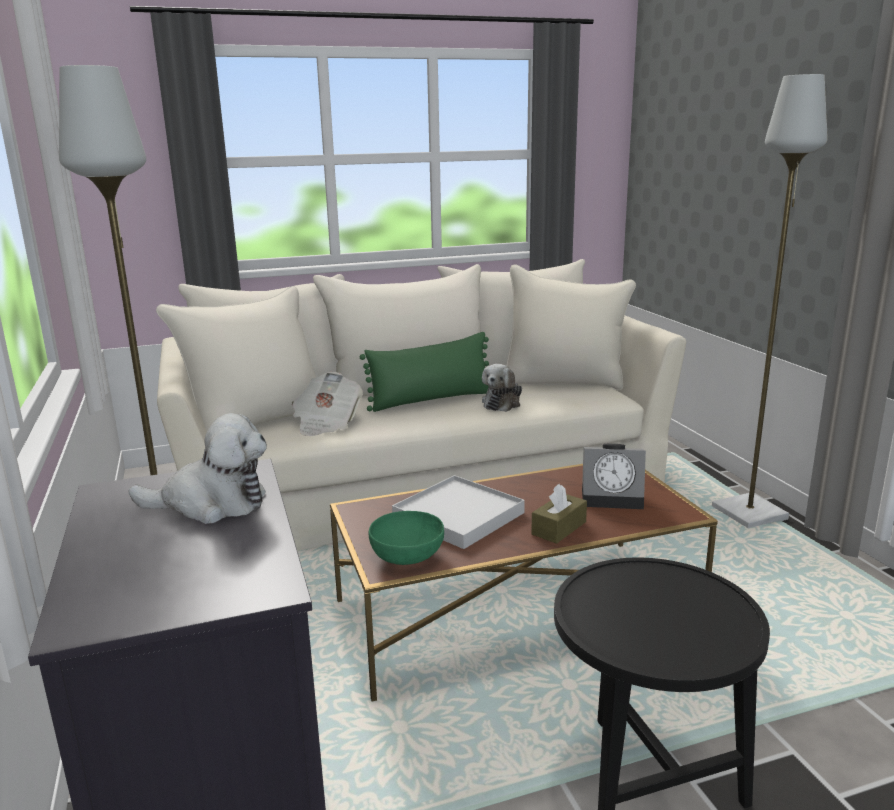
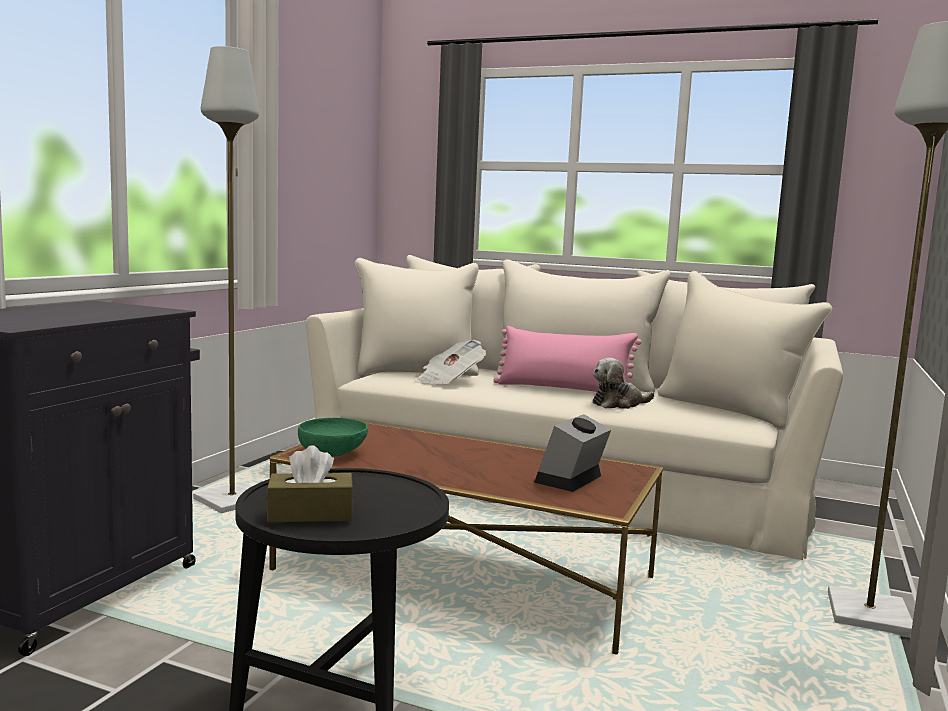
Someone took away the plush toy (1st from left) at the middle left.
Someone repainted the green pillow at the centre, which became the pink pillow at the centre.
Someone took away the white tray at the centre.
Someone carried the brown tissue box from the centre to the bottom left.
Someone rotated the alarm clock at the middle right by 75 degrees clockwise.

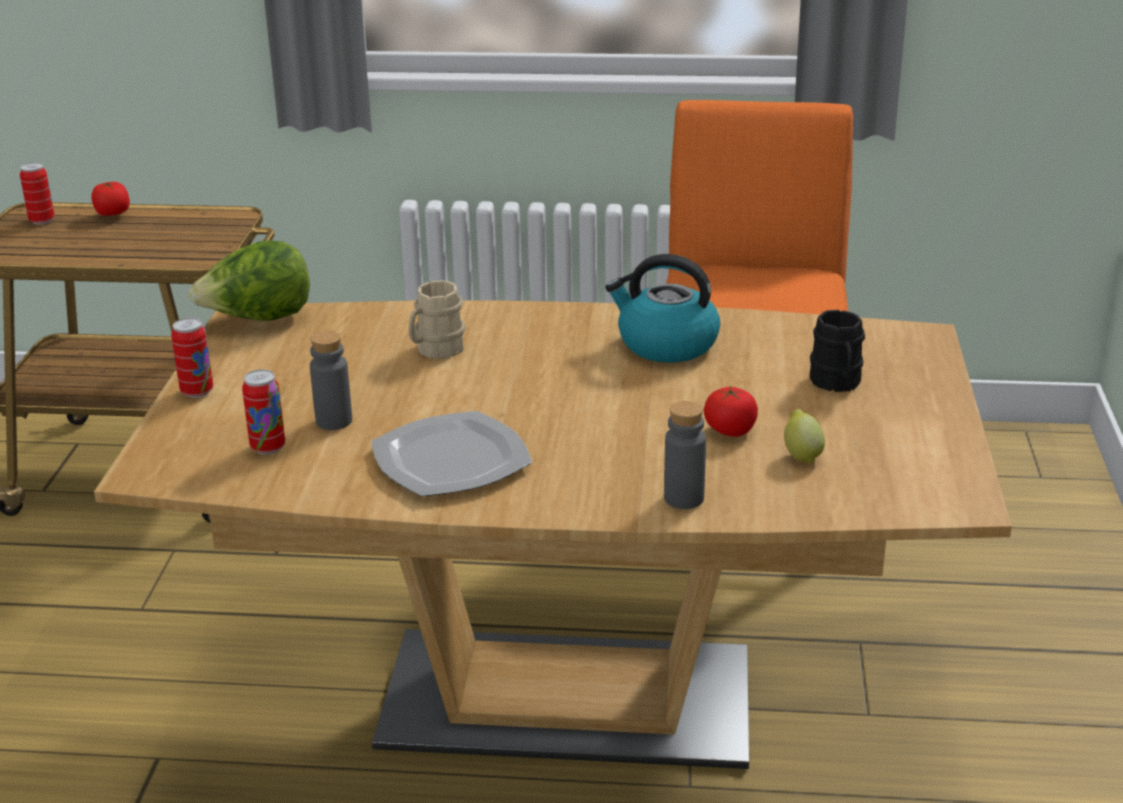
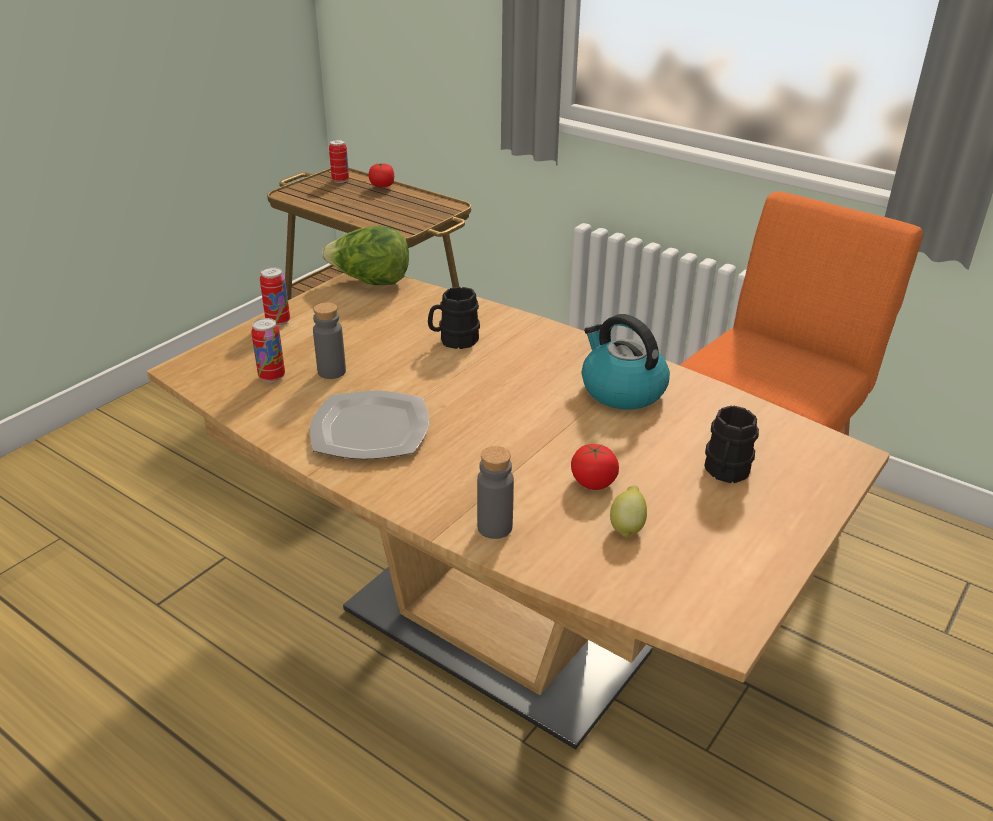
Someone repainted the beige mug at the centre, which became the black mug (1st from left) at the centre.

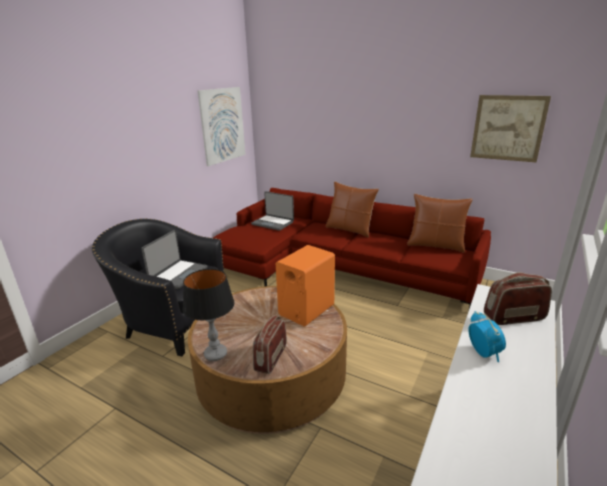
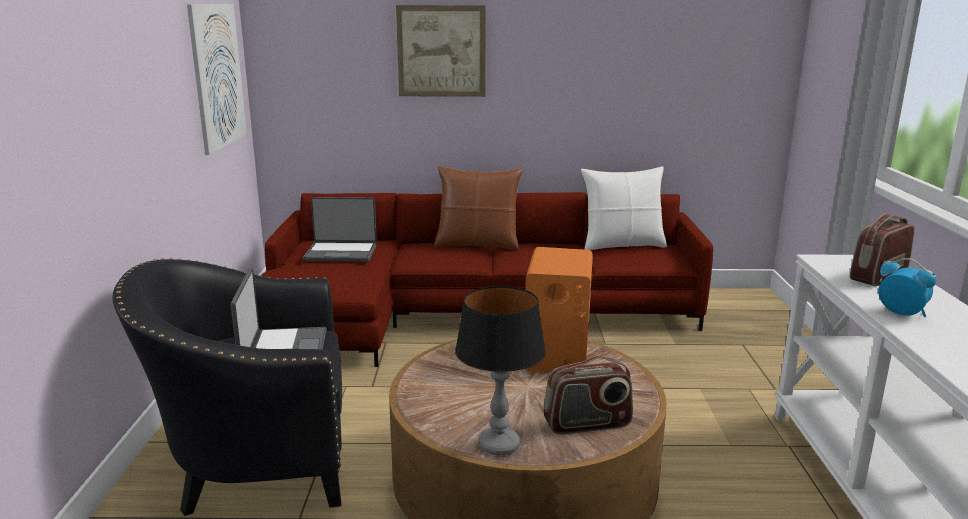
Someone rotated the radio (1st from left) at the bottom centre by 90 degrees counterclockwise.
Someone repainted the brown pillow (2nd from left) at the middle right, which became the white pillow at the centre.
Someone carried the picture (2nd from left) from the top right to the top centre.

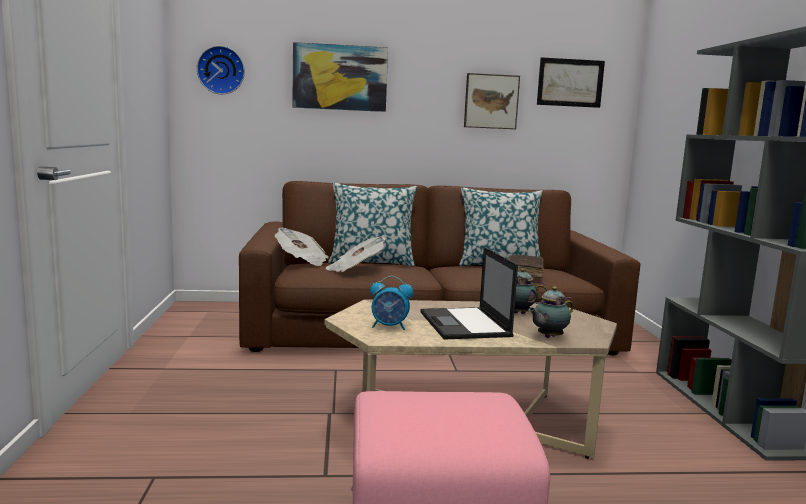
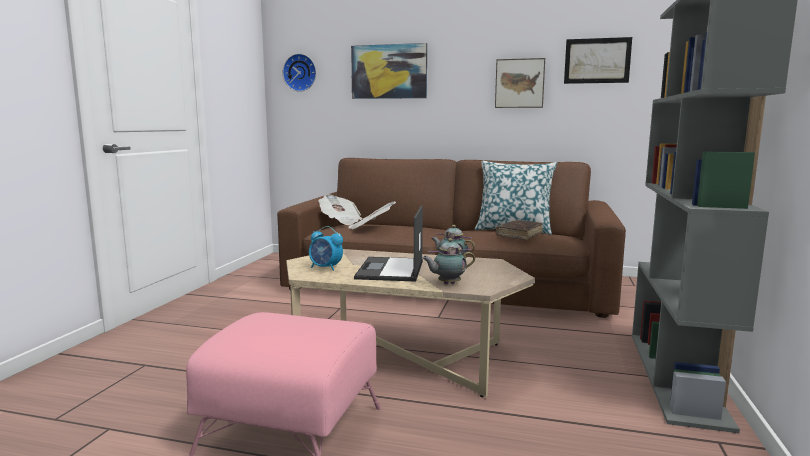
Someone took away the pillow (1st from left) at the centre.

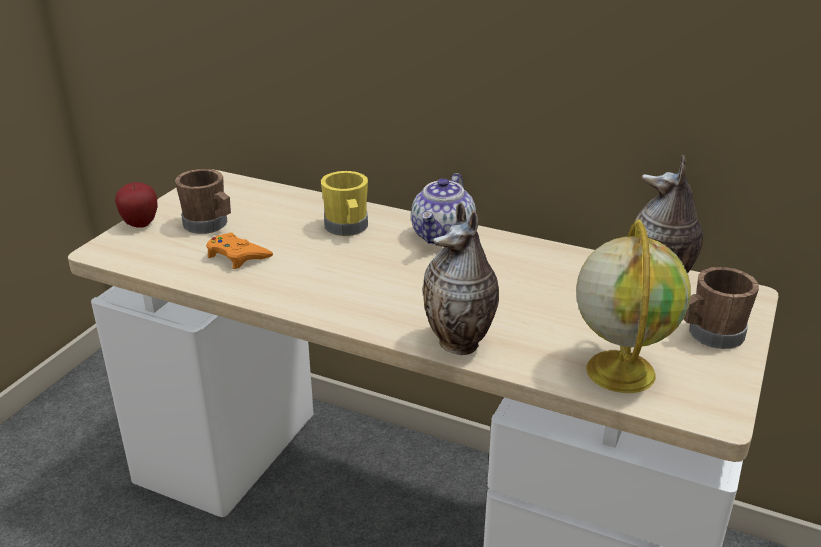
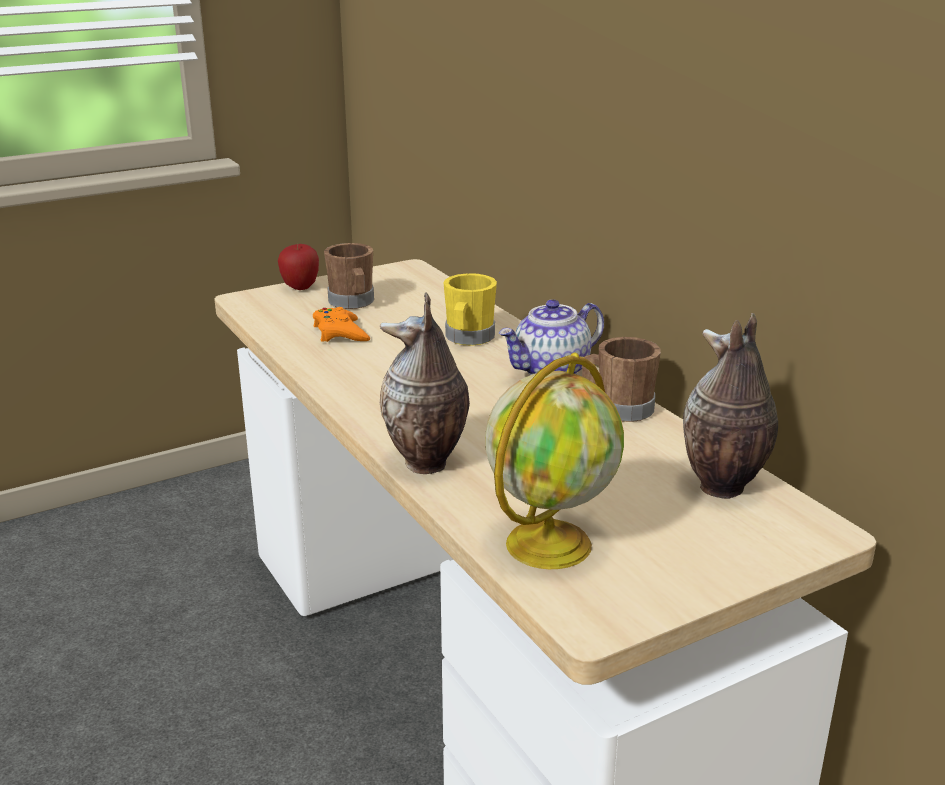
Someone carried the brown mug (2nd from left) from the middle right to the centre.

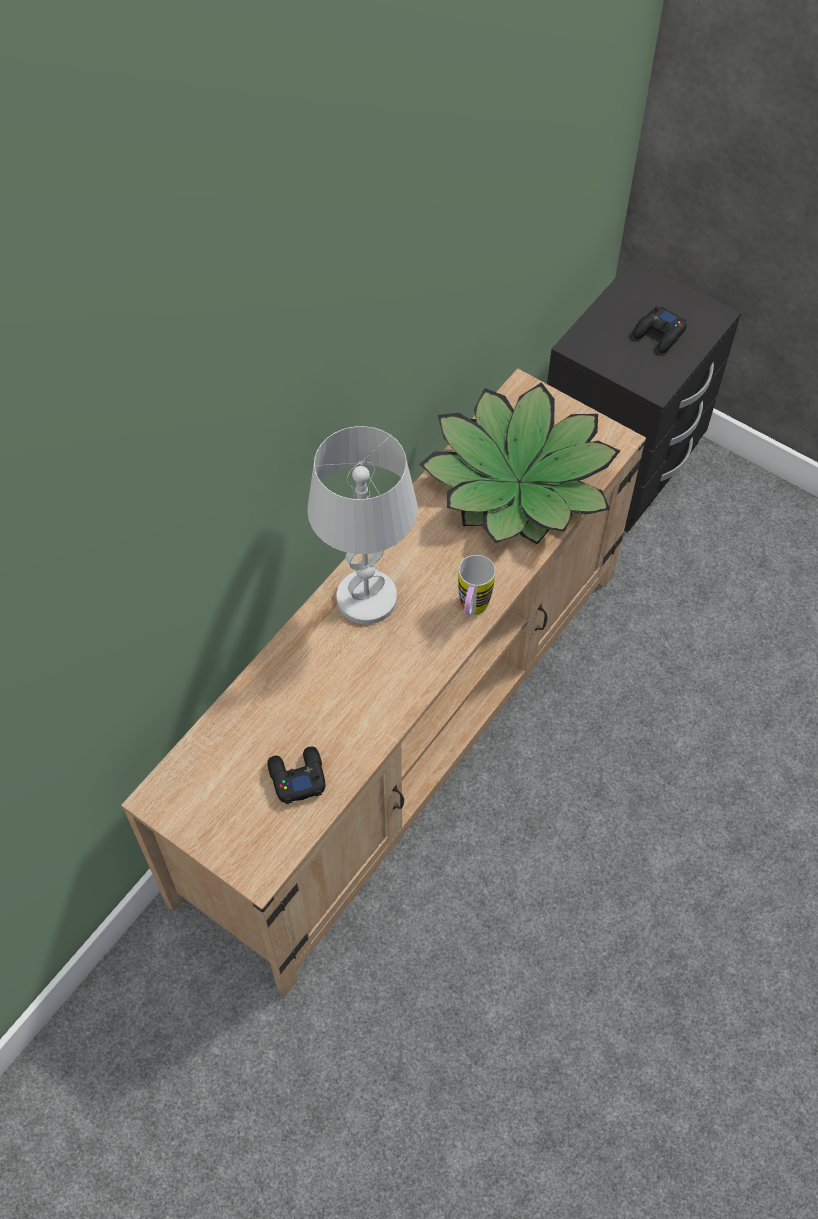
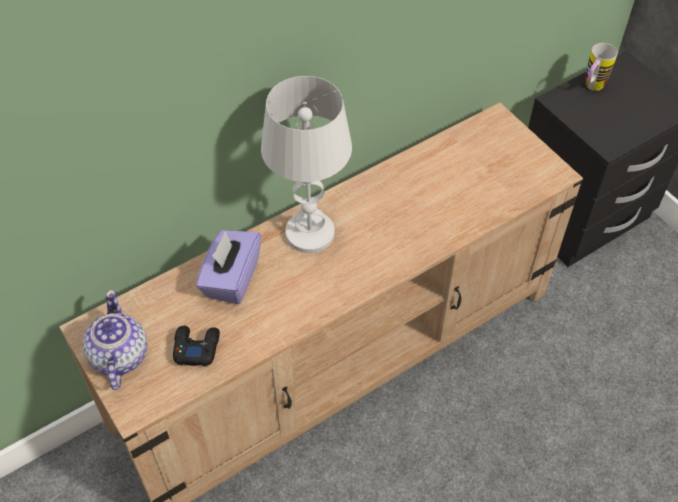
Someone took away the potted plant at the centre.
Someone carried the mug from the centre to the top right.
Someone took away the black game controller (2nd from left) at the top right.
Someone put down the teapot at the bottom left.
Someone put down the purple tissue box at the centre.

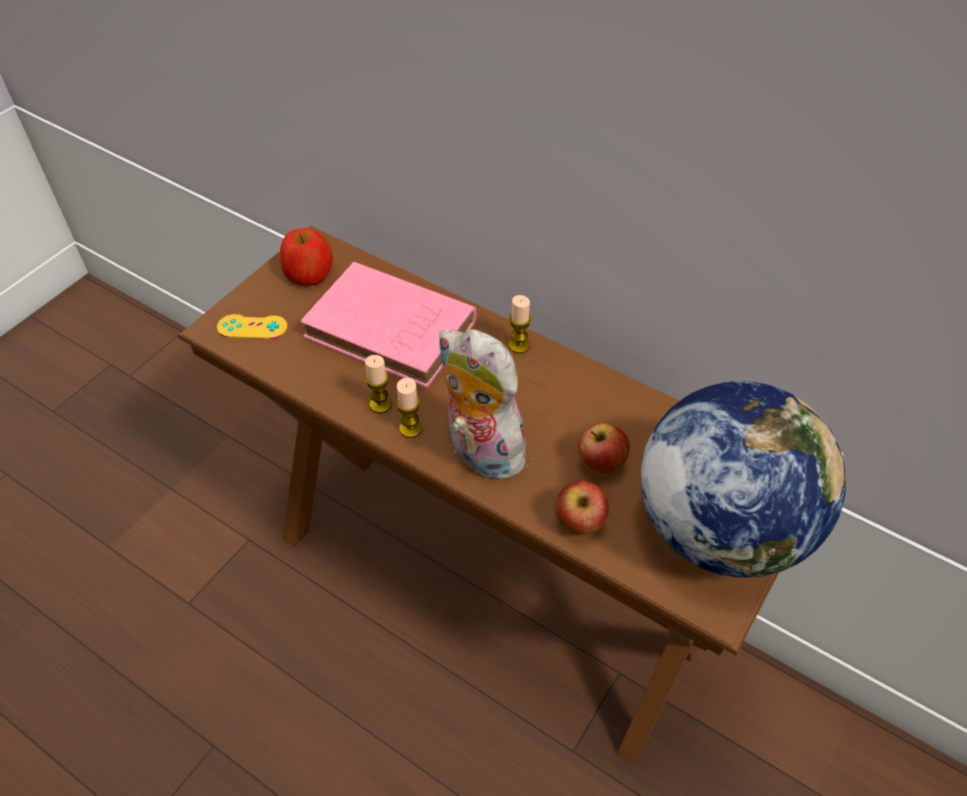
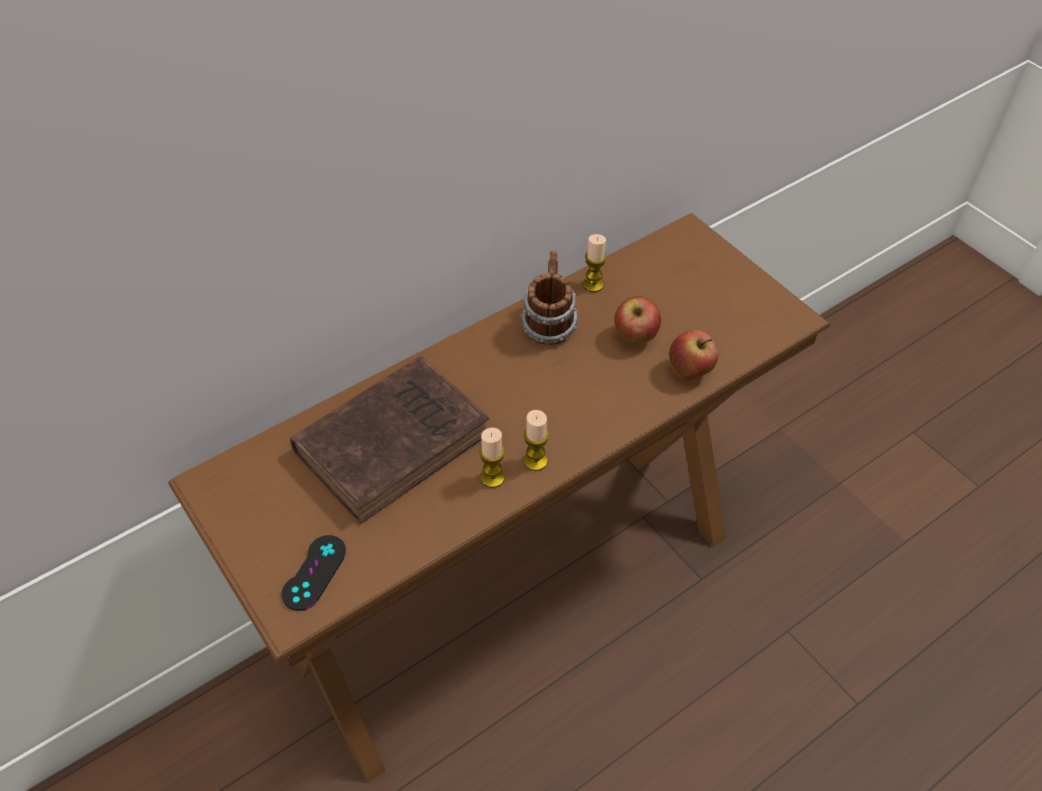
Someone repainted the yellow game controller at the middle left, which became the black game controller at the bottom left.
Someone took away the apple (1st from left) at the top left.
Someone repainted the pink book at the centre, which became the brown book at the centre.
Someone took away the plush toy at the centre.
Someone carried the candle (3rd from left) from the centre to the top centre.
Someone took away the globe at the middle right.
Someone put down the mug at the centre.

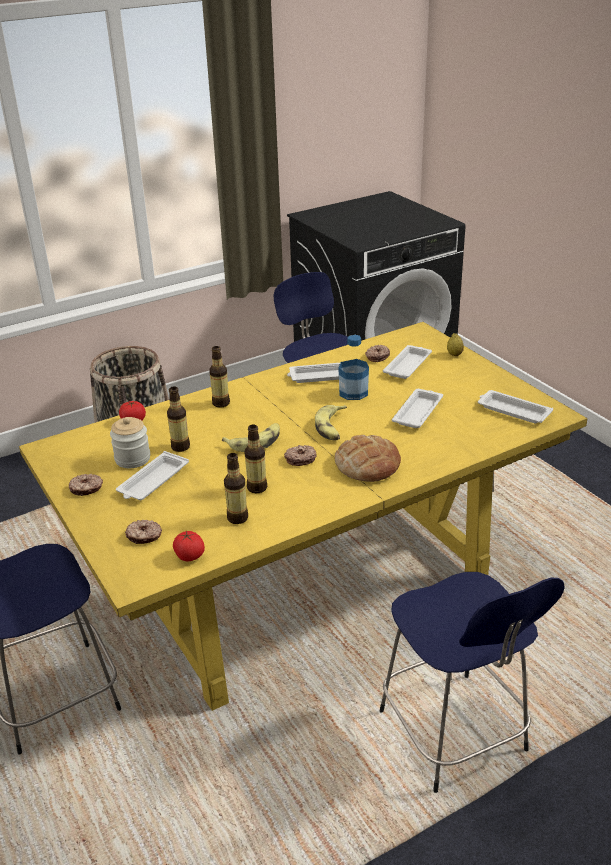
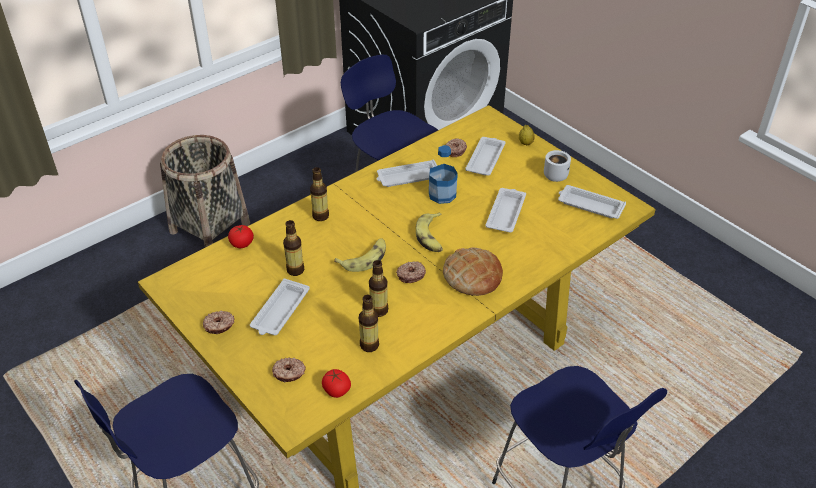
Someone took away the jar at the middle left.
Someone put down the white mug at the middle right.

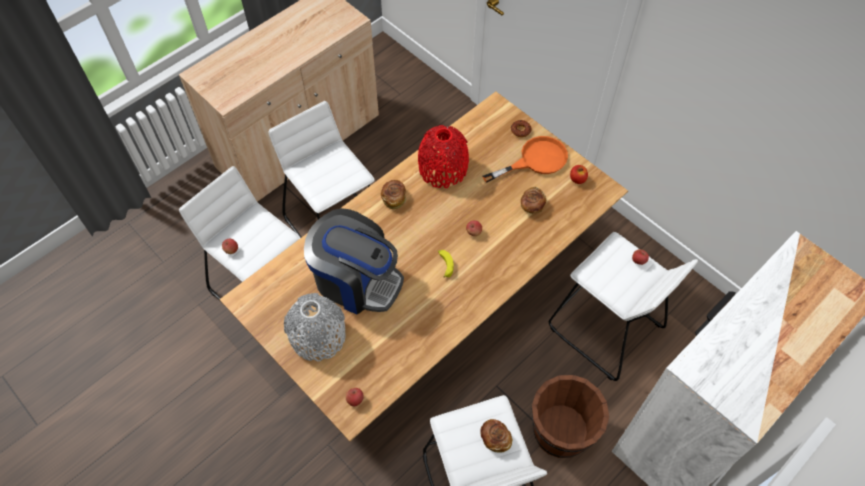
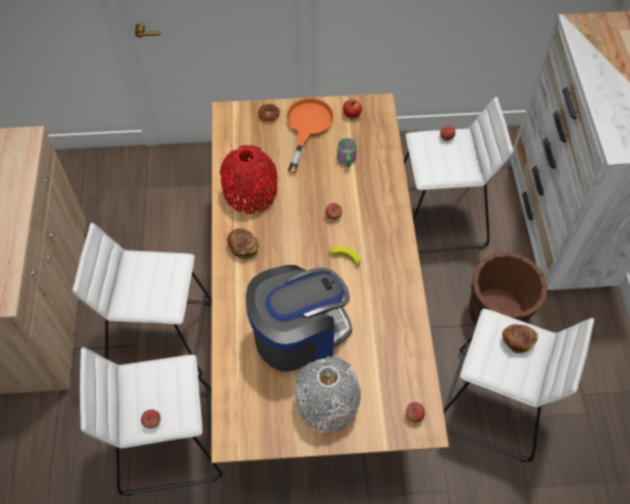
Someone swapped the bread (3rd from left) at the centre for the mug at the top centre.

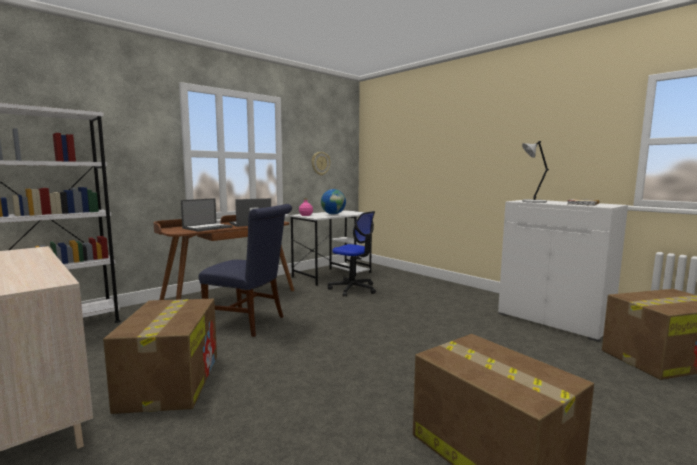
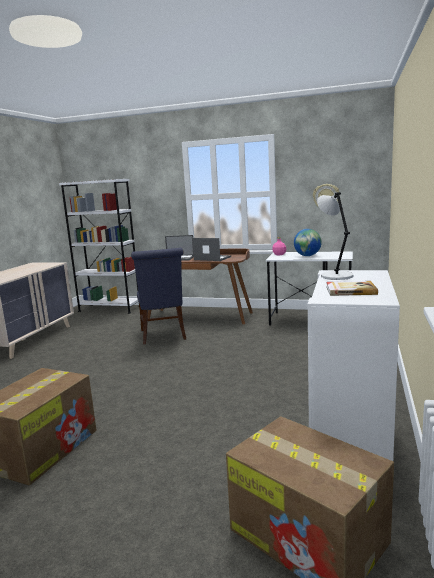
Someone took away the cardboard box (1st from left) at the bottom left.
Someone took away the office chair at the centre.

